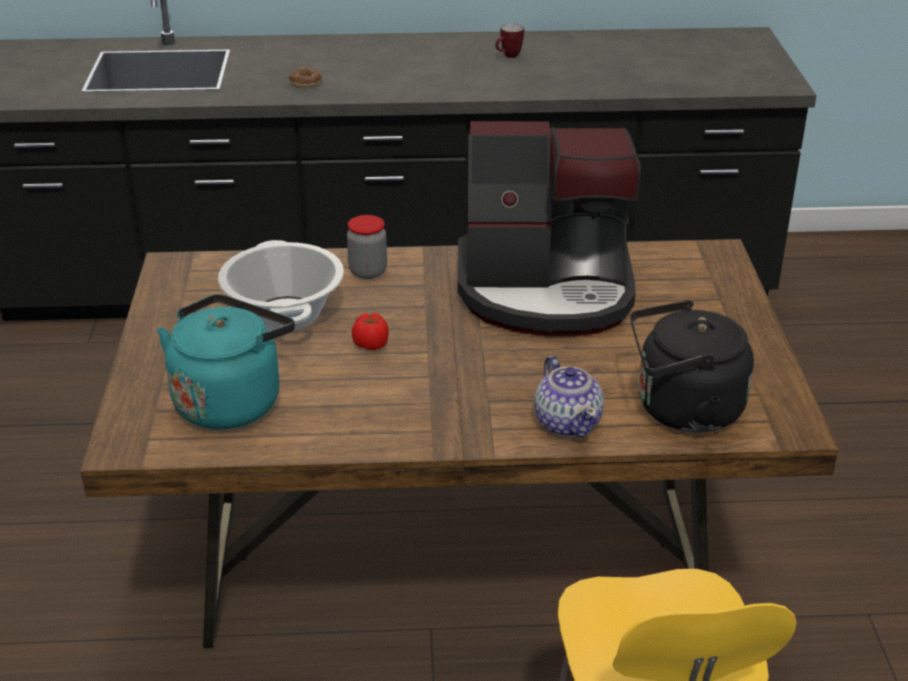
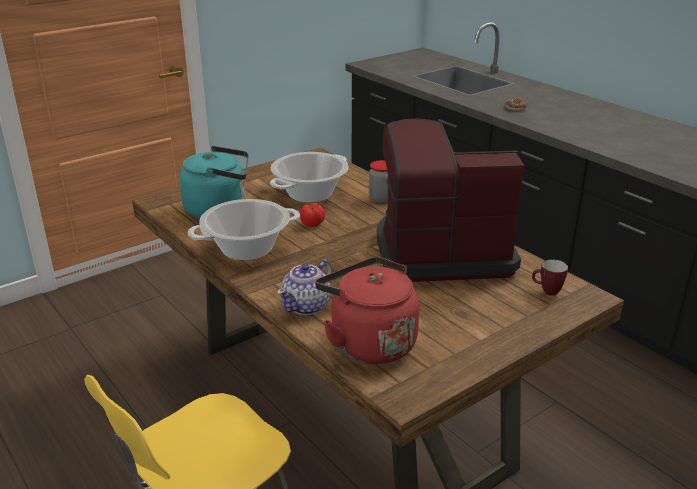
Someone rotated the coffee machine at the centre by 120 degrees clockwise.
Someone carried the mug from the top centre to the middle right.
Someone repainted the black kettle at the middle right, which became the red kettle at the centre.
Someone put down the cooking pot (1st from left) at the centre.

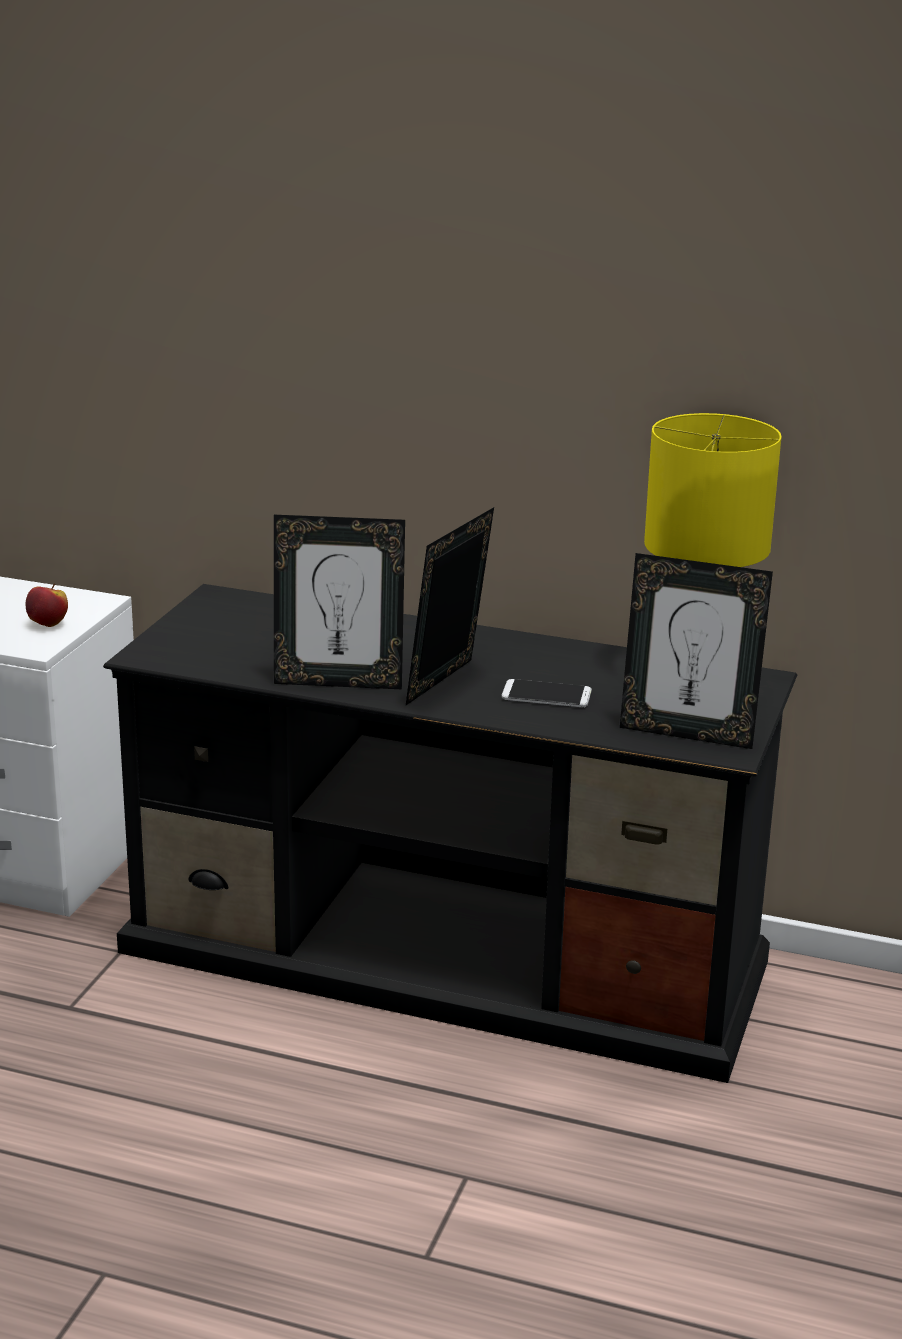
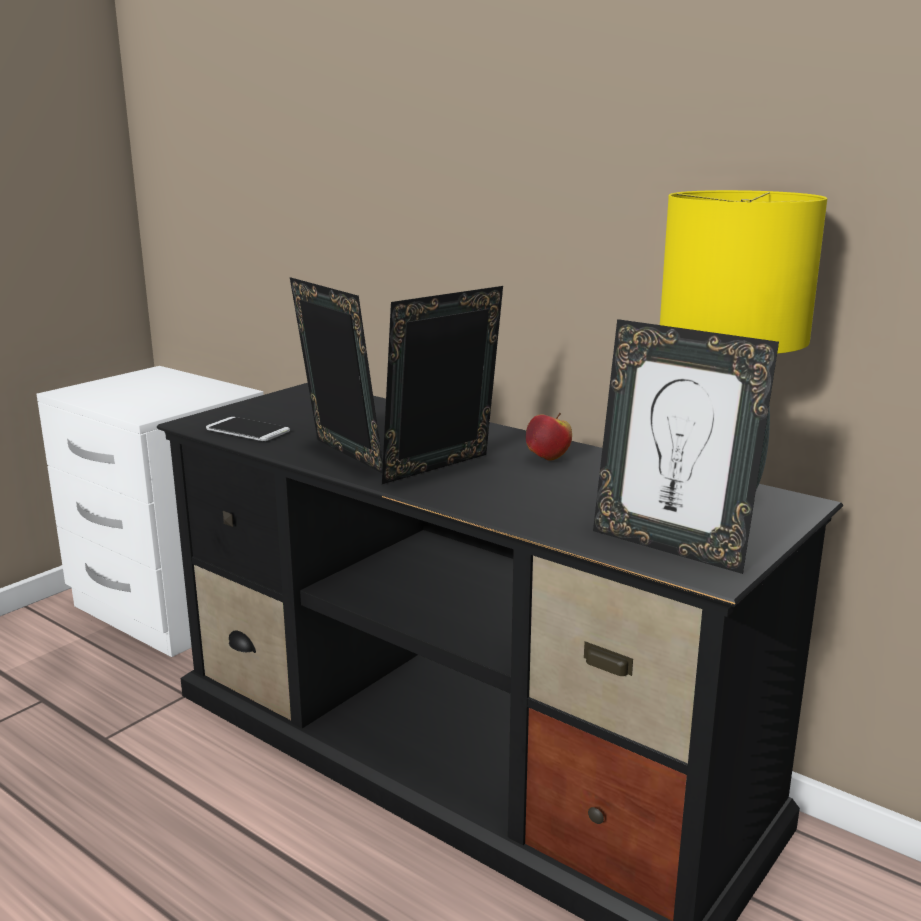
Someone carried the apple from the middle left to the centre.
Someone rotated the picture frame (1st from left) at the centre by 150 degrees counterclockwise.
Someone carried the phone from the centre to the middle left.

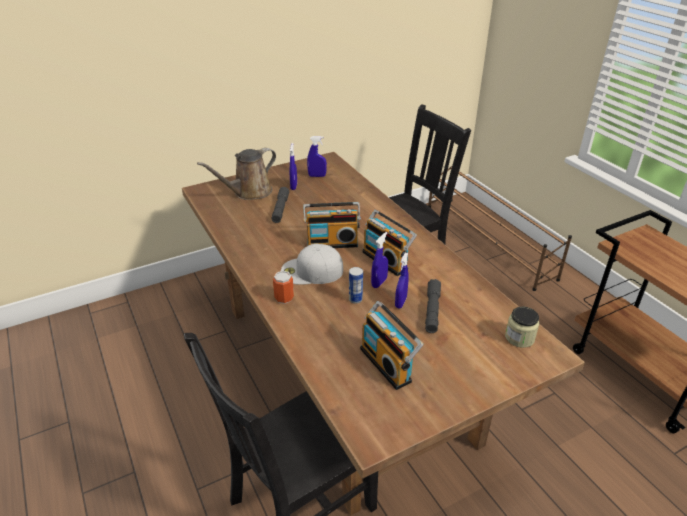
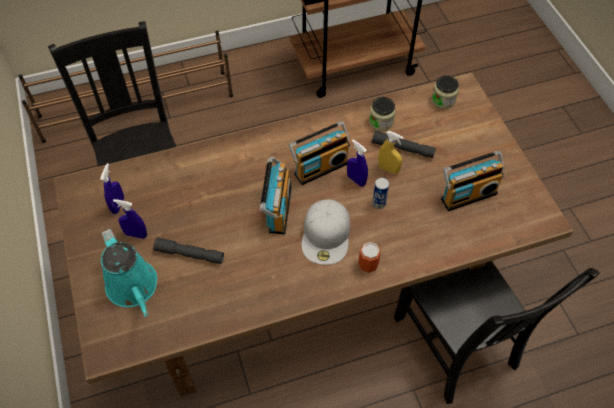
Someone repainted the brown watering can at the centre, which became the turquoise watering can at the bottom left.
Someone repainted the blue spray bottle (4th from left) at the centre, which became the yellow spray bottle at the centre.
Someone put down the jar (1st from left) at the top centre.

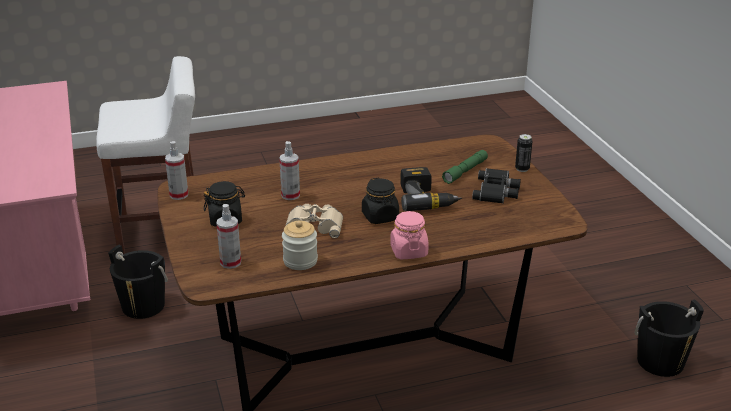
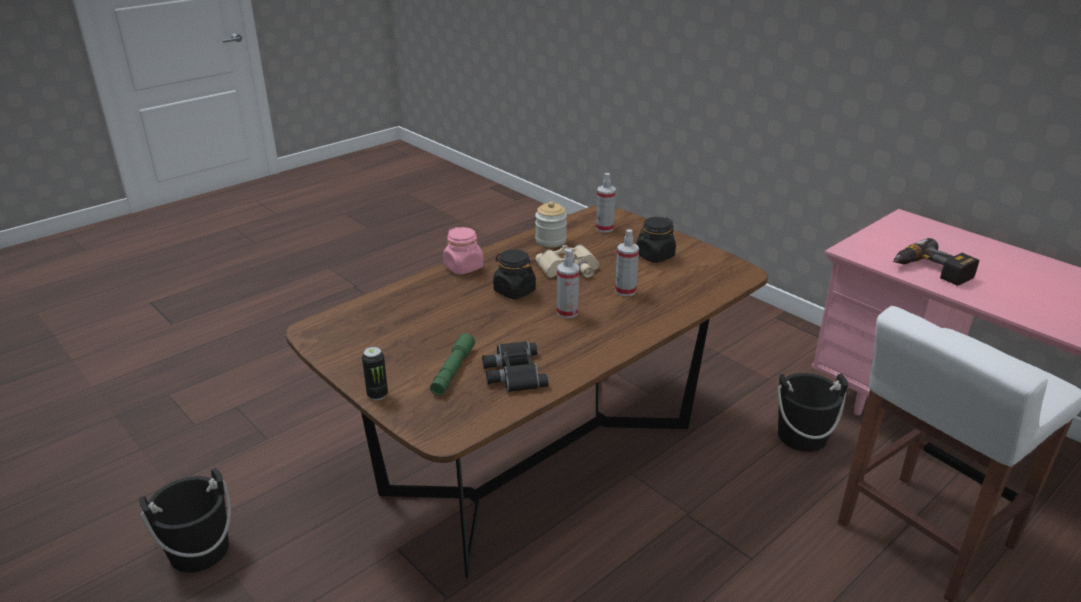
Someone carried the spray bottle (1st from left) from the middle left to the centre.
Someone carried the power drill from the centre to the middle right.
Someone carried the black binoculars from the middle right to the centre.

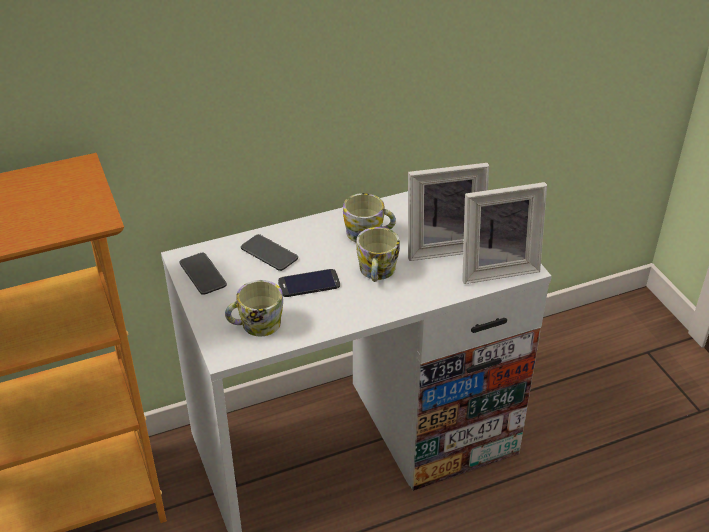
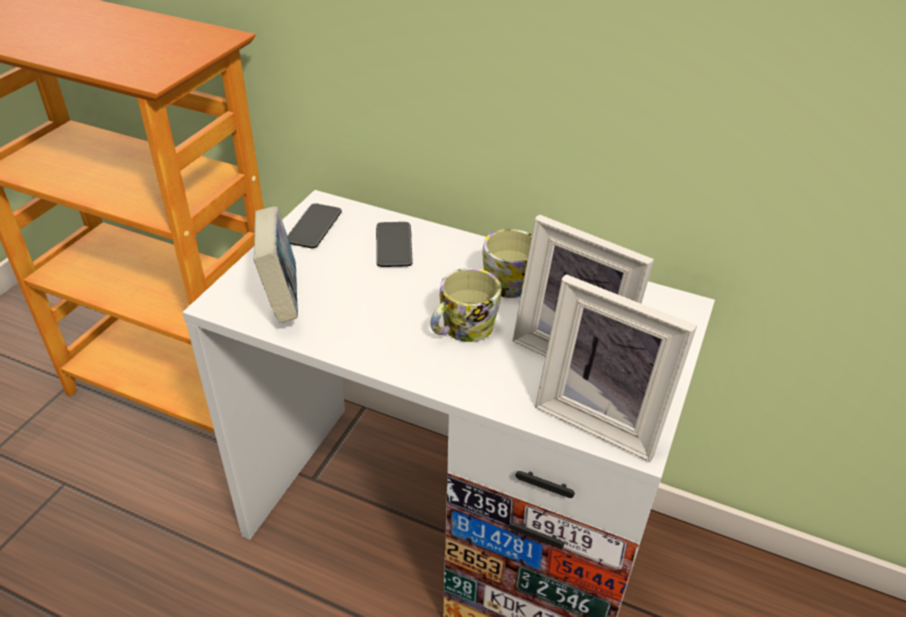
Someone swapped the mug (1st from left) at the centre for the book at the middle left.
Someone took away the phone (3rd from left) at the centre.

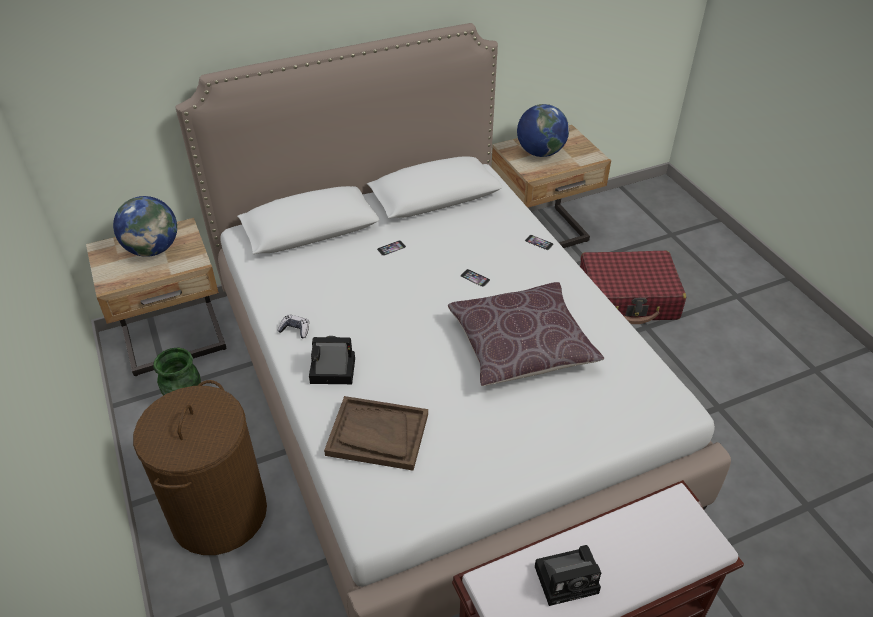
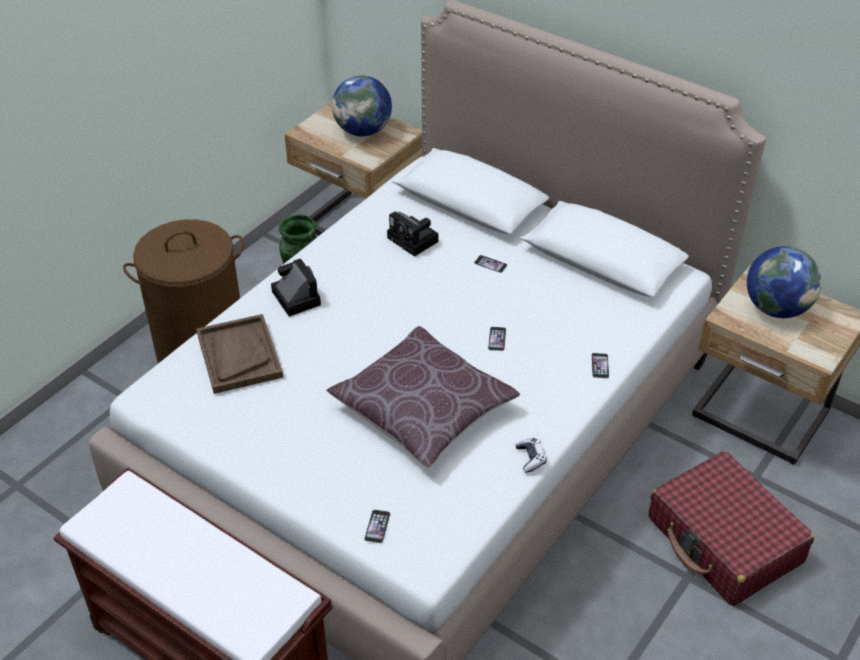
Someone carried the game controller from the centre to the bottom centre.
Someone carried the photo camera (2nd from left) from the bottom centre to the centre.
Someone put down the phone (1st from left) at the bottom centre.

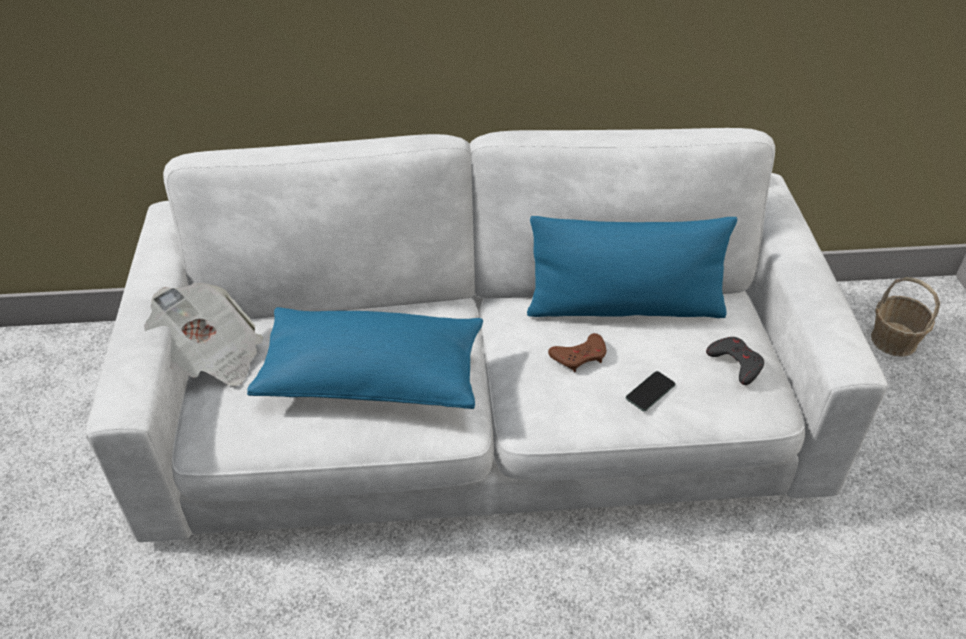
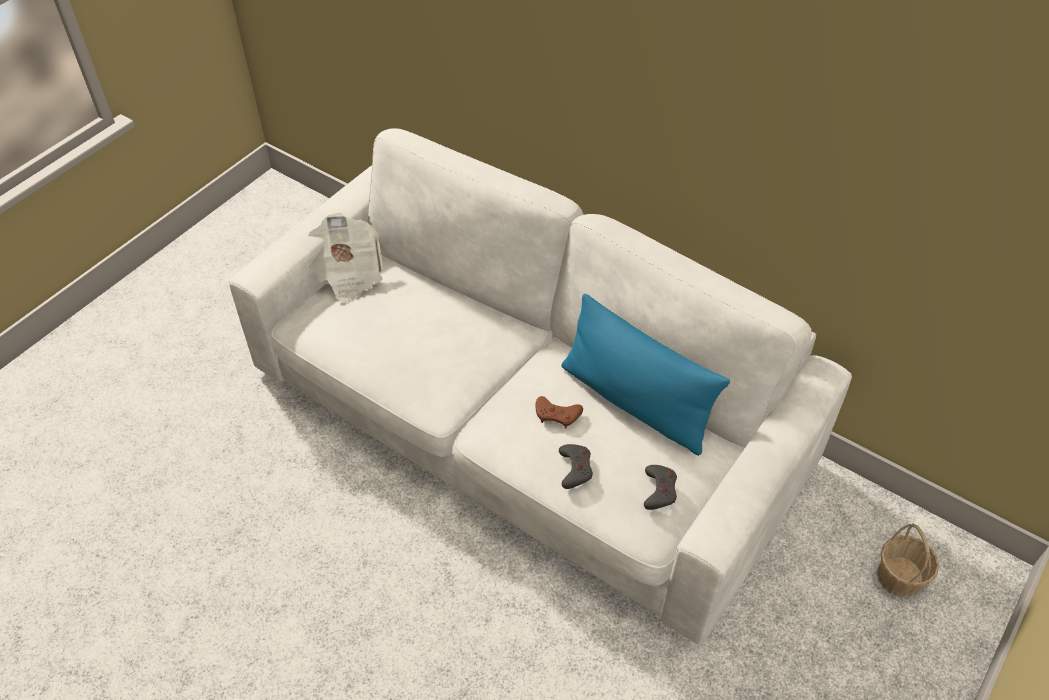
Someone took away the blue pillow (1st from left) at the centre.
Someone swapped the phone at the middle right for the grey game controller (1st from left) at the centre.

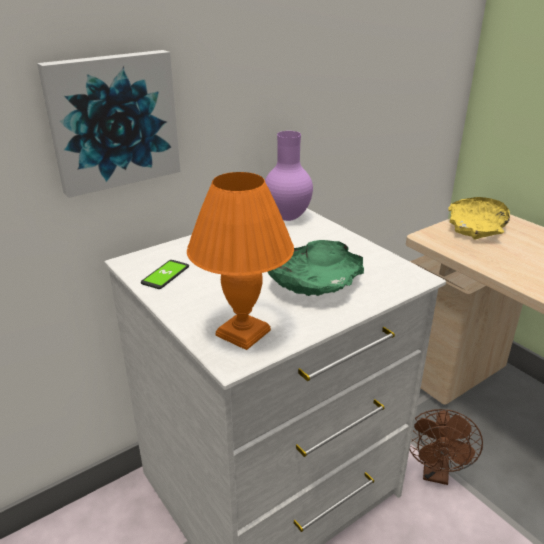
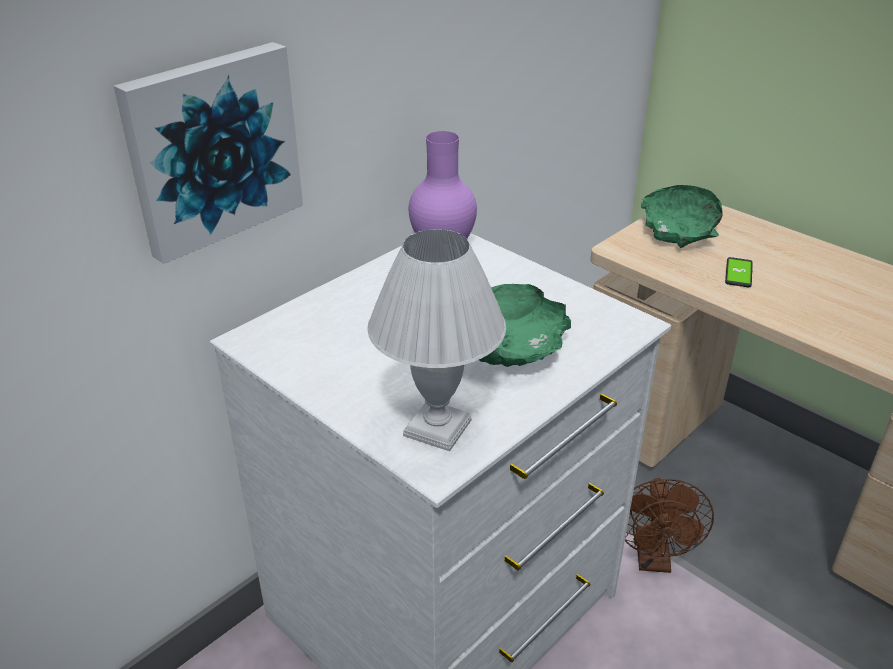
Someone carried the phone from the middle left to the middle right.
Someone repainted the orange table lamp at the centre, which became the white table lamp at the centre.
Someone repainted the yellow bowl at the middle right, which became the green bowl (2nd from left) at the top right.

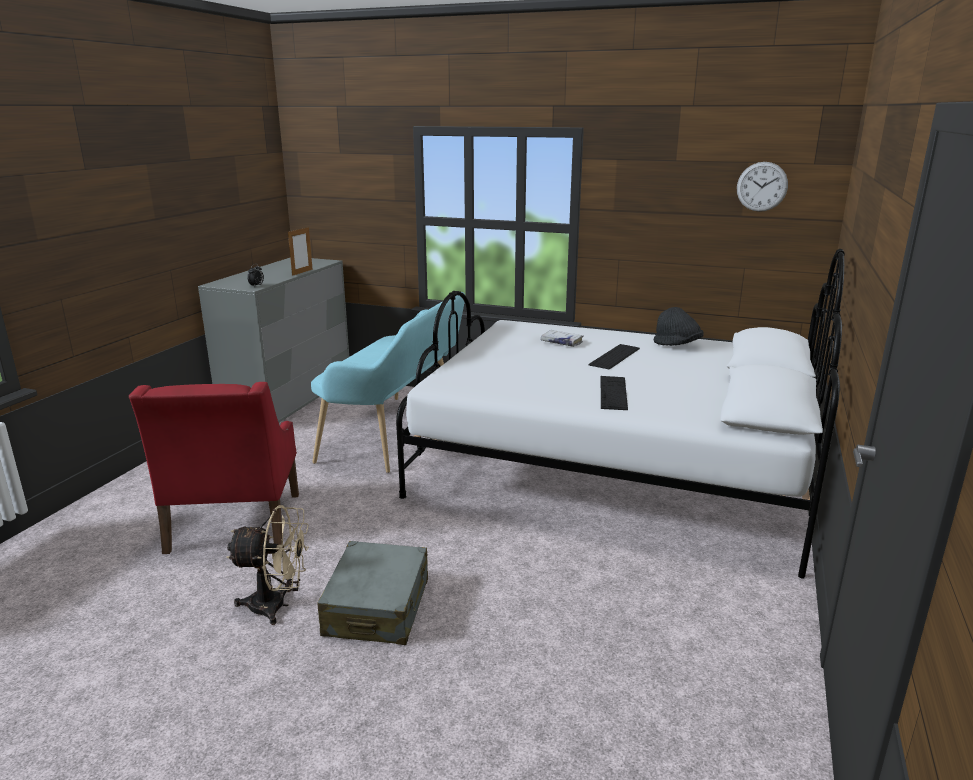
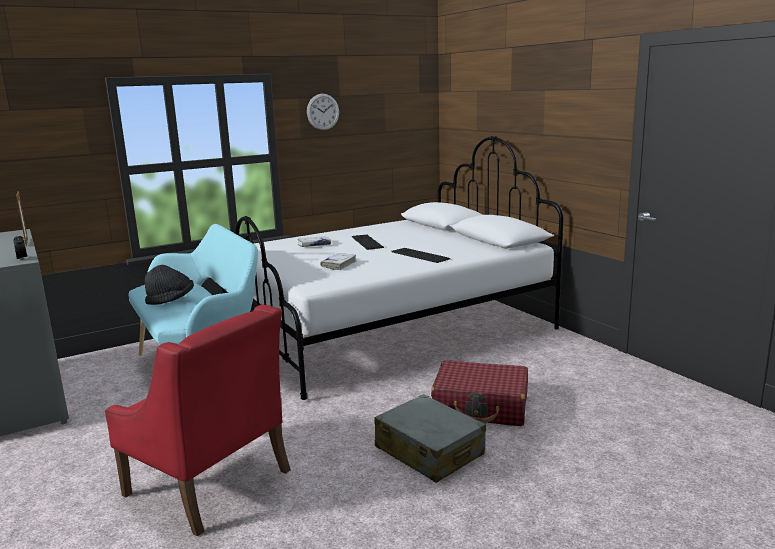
Someone took away the beige fan at the bottom left.
Someone carried the black hat from the middle right to the middle left.
Someone carried the wall clock from the top right to the top centre.
Someone put down the white book (2nd from left) at the centre.
Someone put down the red suitcase at the bottom centre.

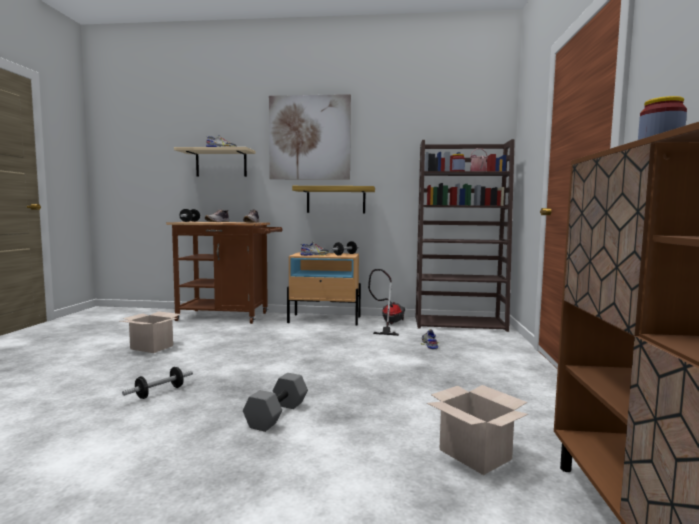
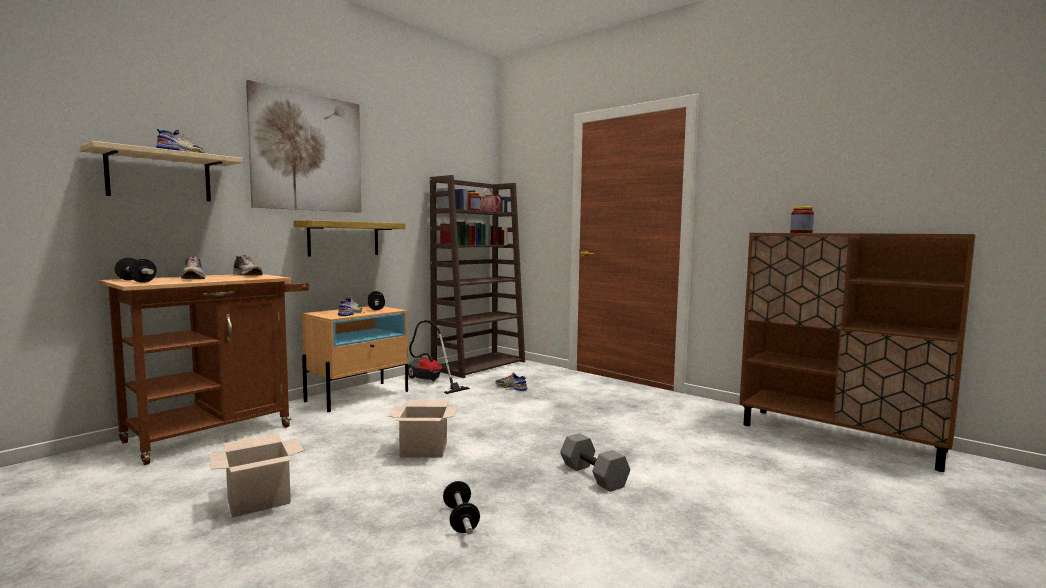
Someone carried the cardboard box (2nd from left) from the bottom right to the bottom centre.

